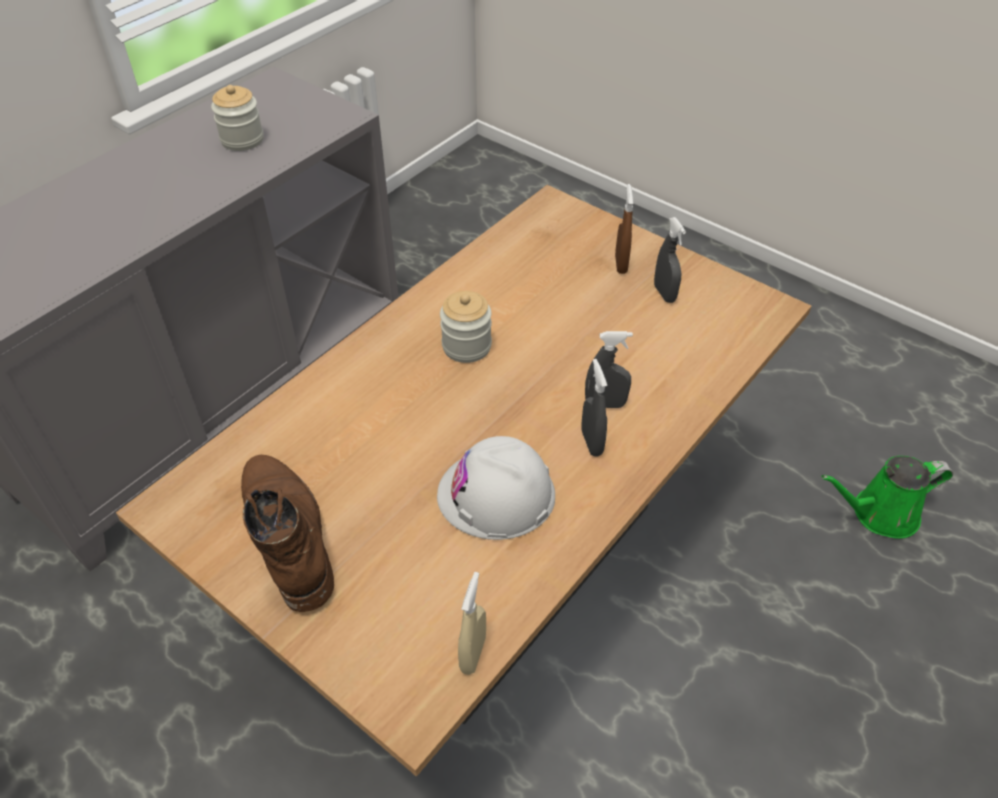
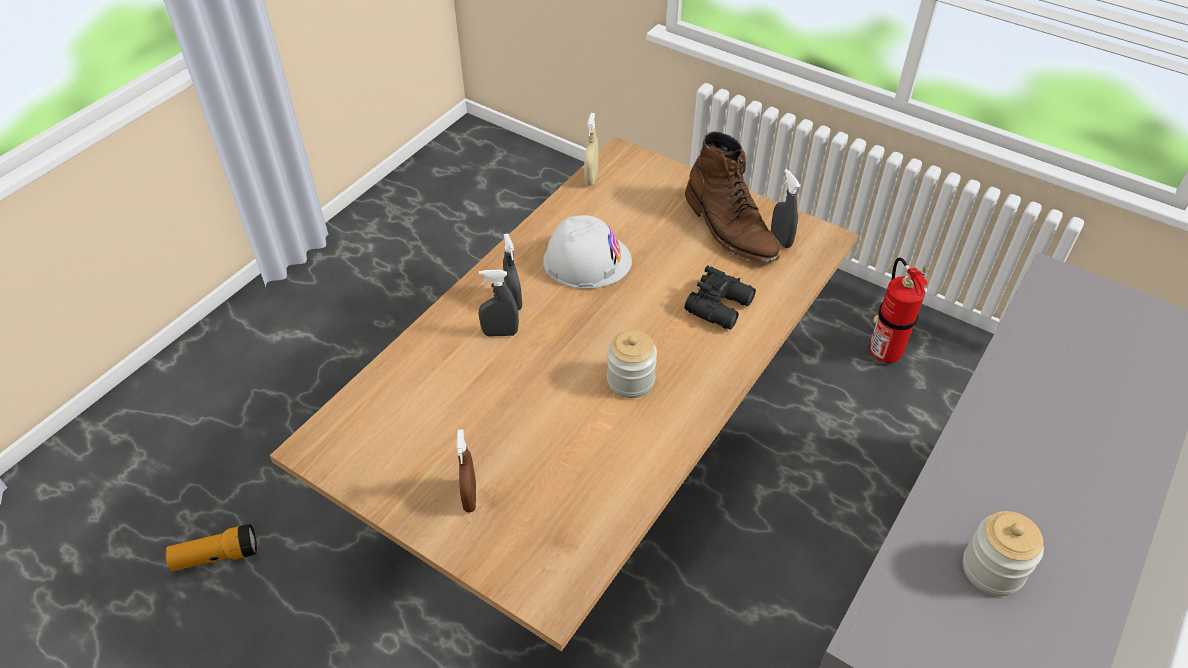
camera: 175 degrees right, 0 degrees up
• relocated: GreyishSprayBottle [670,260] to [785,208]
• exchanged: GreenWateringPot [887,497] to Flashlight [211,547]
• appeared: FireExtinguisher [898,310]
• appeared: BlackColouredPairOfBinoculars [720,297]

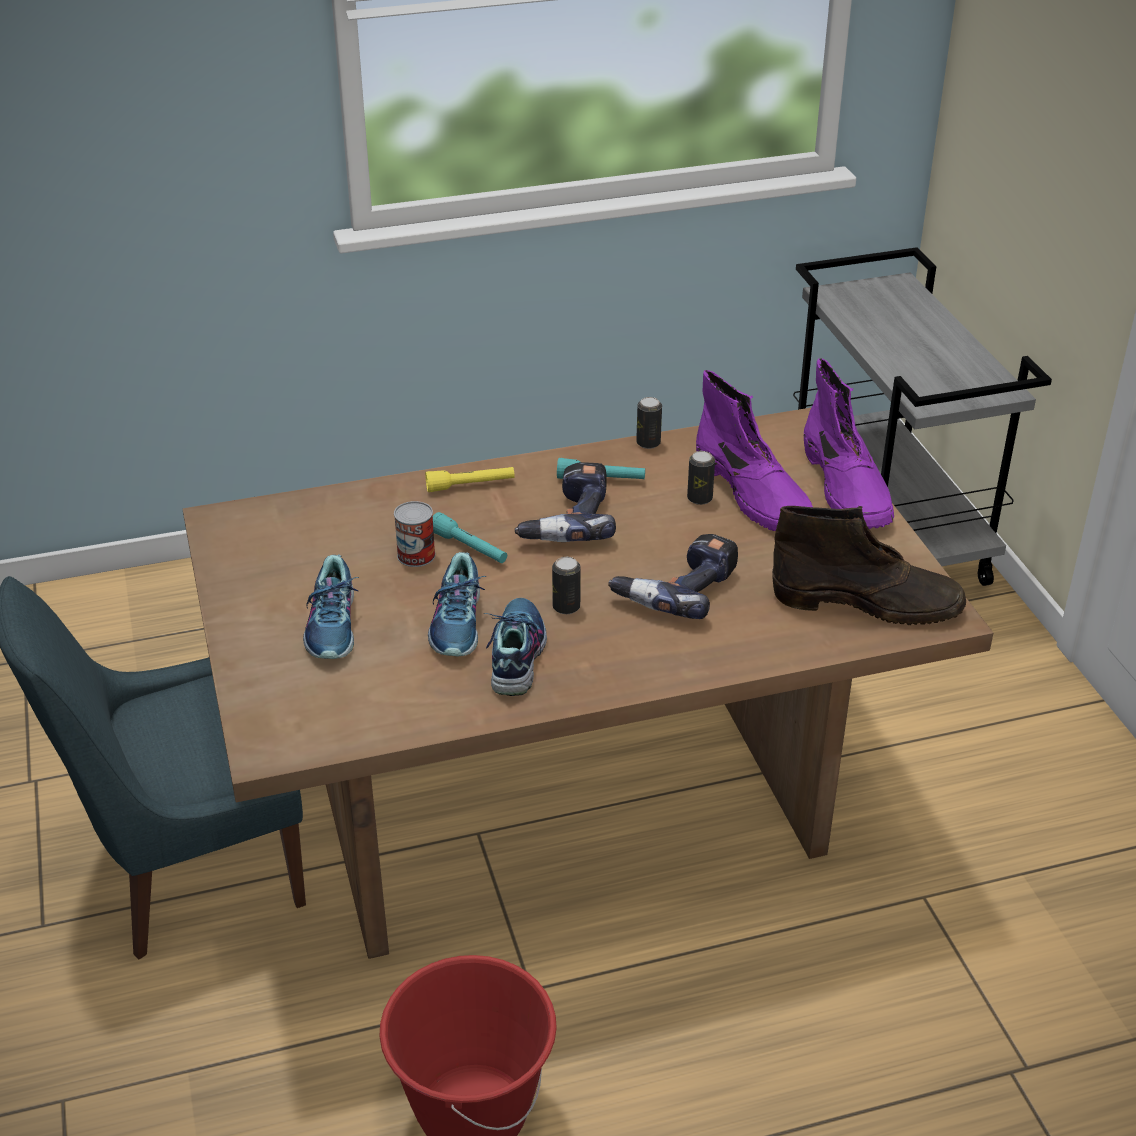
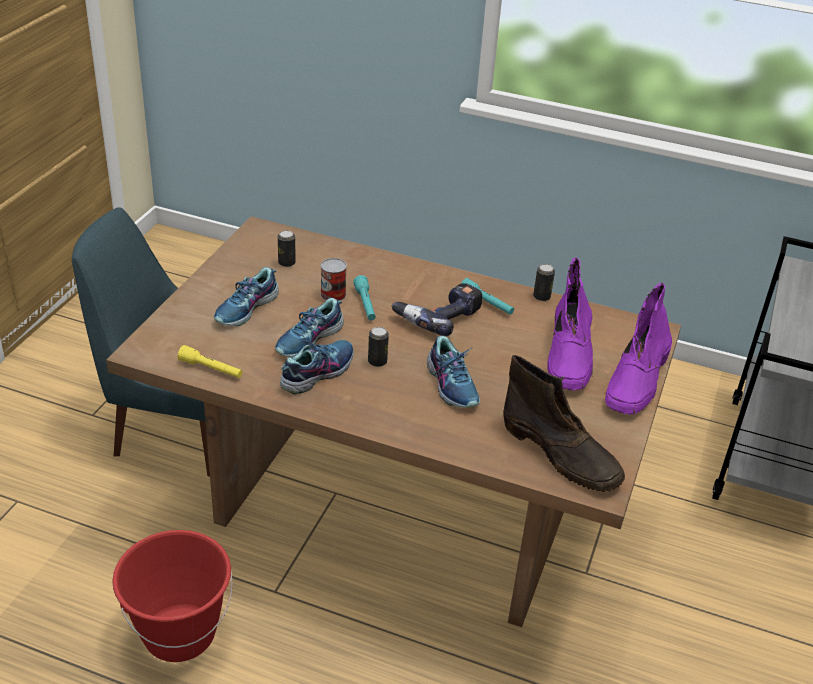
camera: 35 degrees right, 0 degrees up
• relocated: MetalCan [701,478] to [287,248]
• relocated: YellowishFlashlight [470,479] to [210,361]
• exchanged: Drill [673,576] to ItemOfFootwear [453,371]

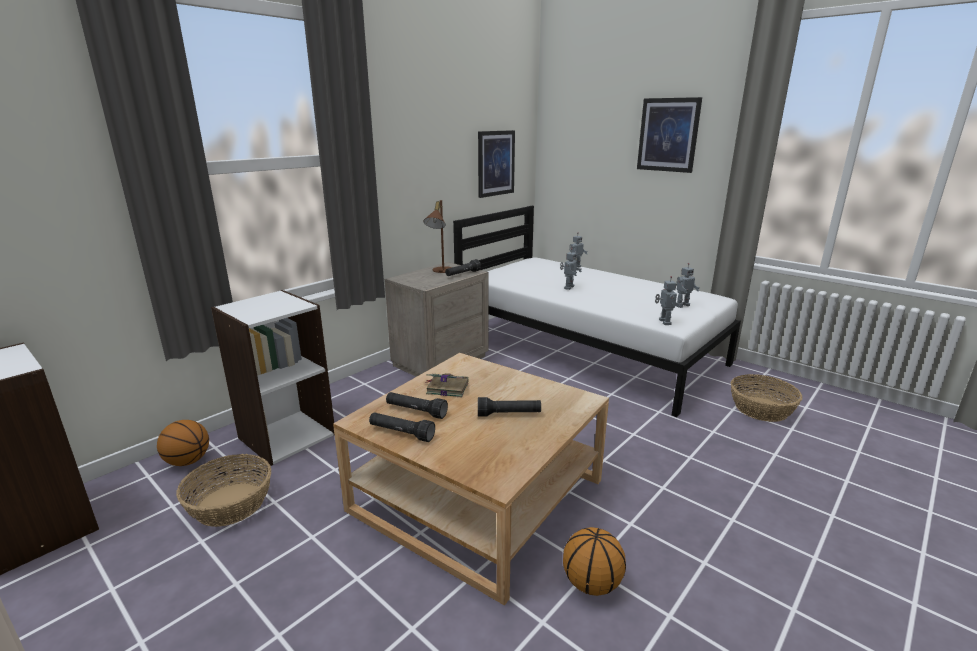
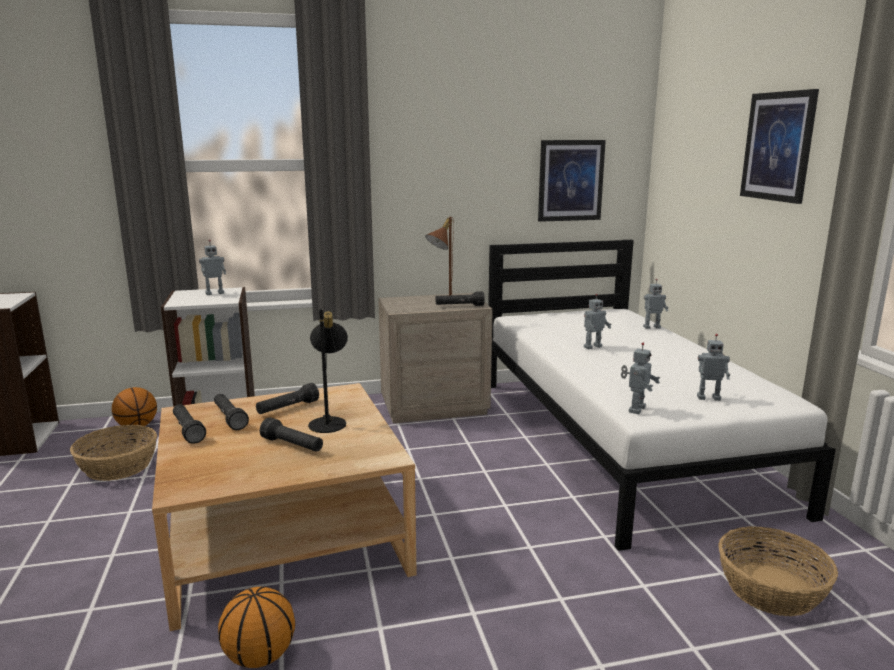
camera: 35 degrees right, 5 degrees down
• exchanged: Book [447,385] to BlackColouredFlashlight [287,398]
• appeared: ToyRobot [212,267]
• appeared: BlackColouredLampForATable [328,371]

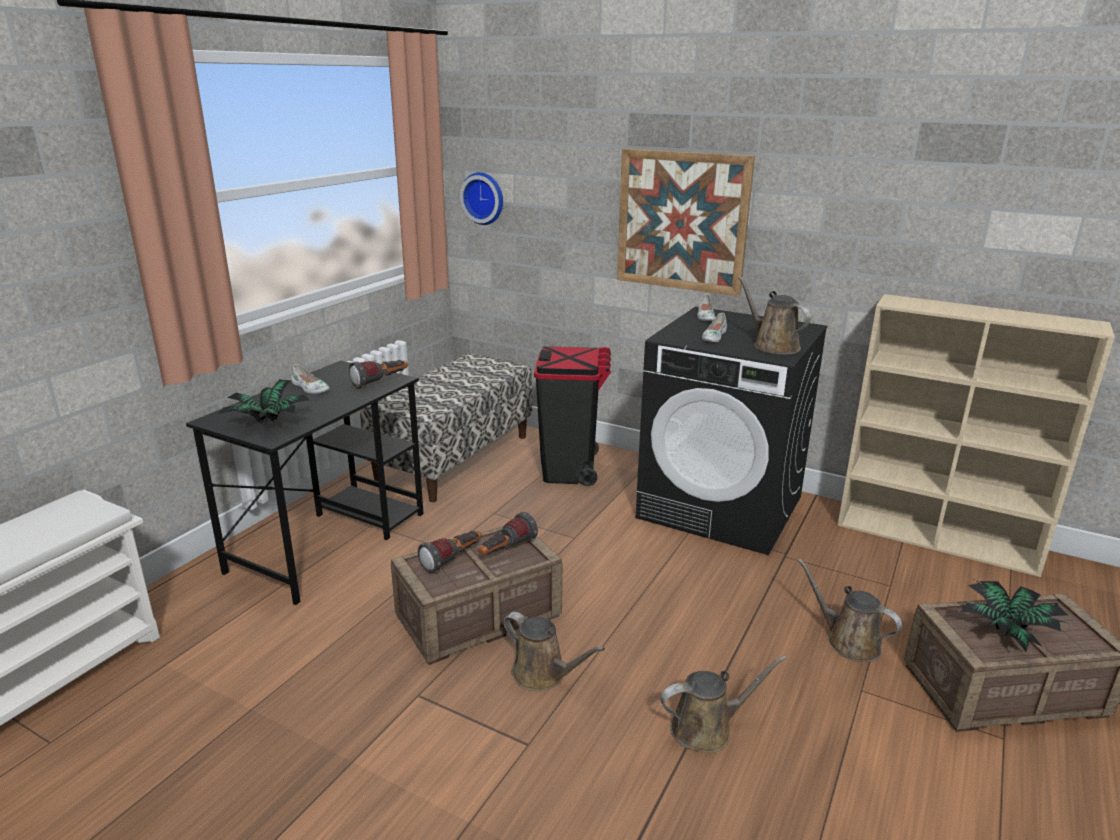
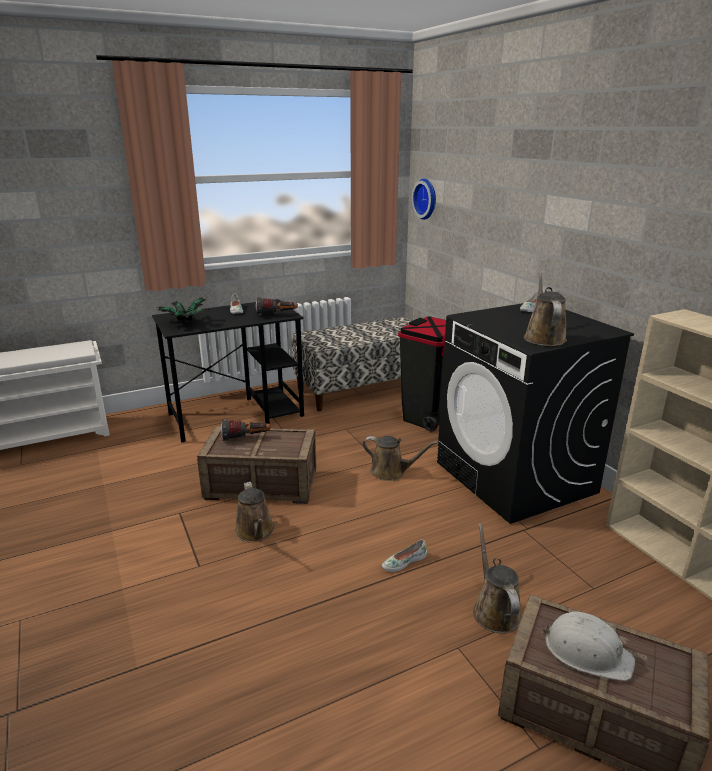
camera: 35 degrees right, 0 degrees up
• missing: WallArt [686,222]
• relocated: WhitishItemOfFootwear [714,327] to [404,555]
• missing: Flashlight [508,533]
• exchanged: PlantInAPot [1014,616] to WhitishHardHat [588,646]
• relocated: BrownColouredWateringPot [723,704] to [400,458]

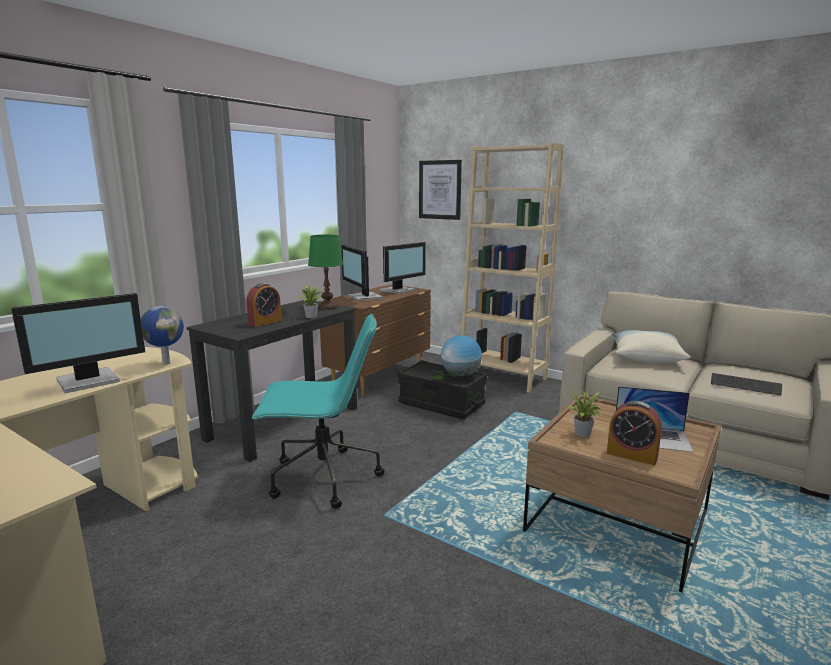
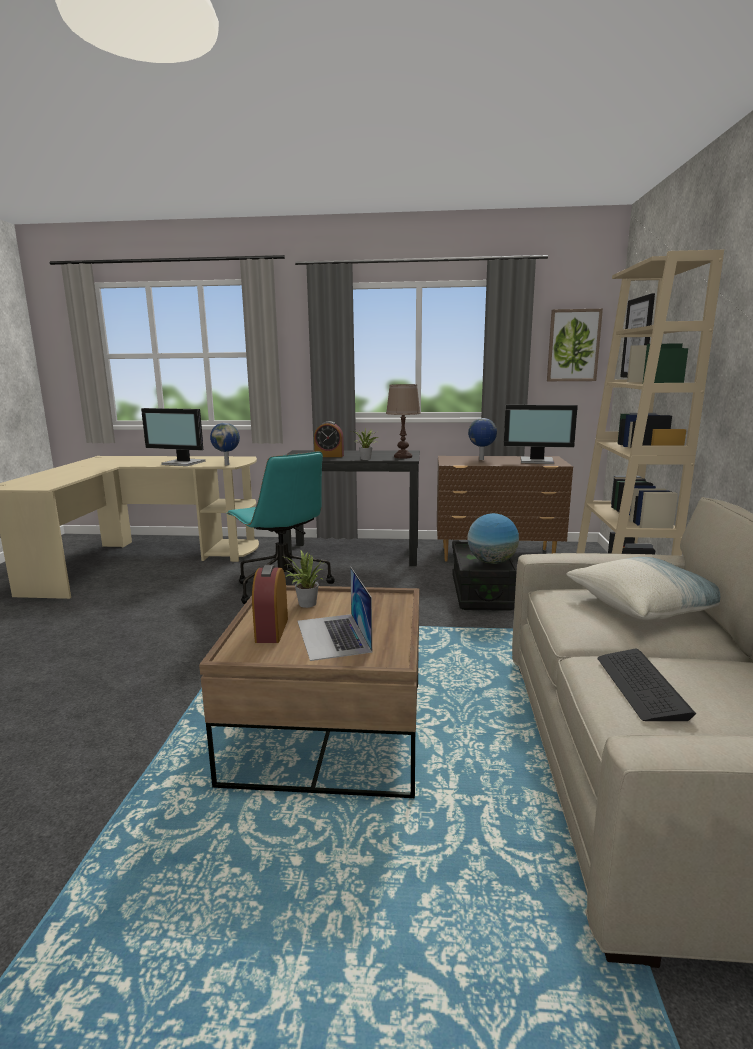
camera: 60 degrees right, 0 degrees up
• colour: GreenLampForATable [325,272] to BrownColouredLampForATable [403,421]
• exchanged: ComputerScreen [362,273] to DeskGlobe [482,439]
• appeared: WallArt [575,345]

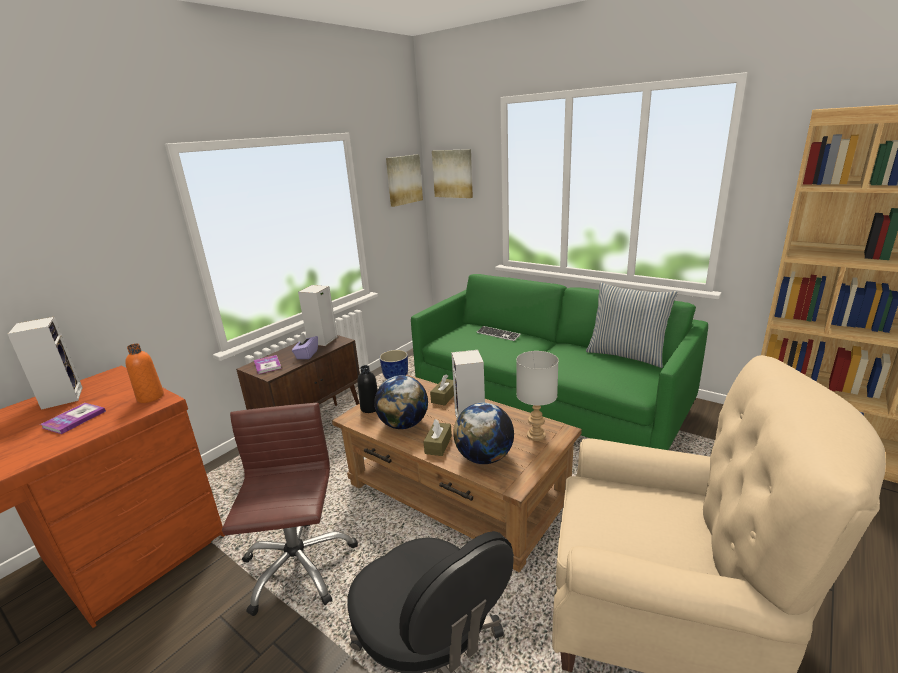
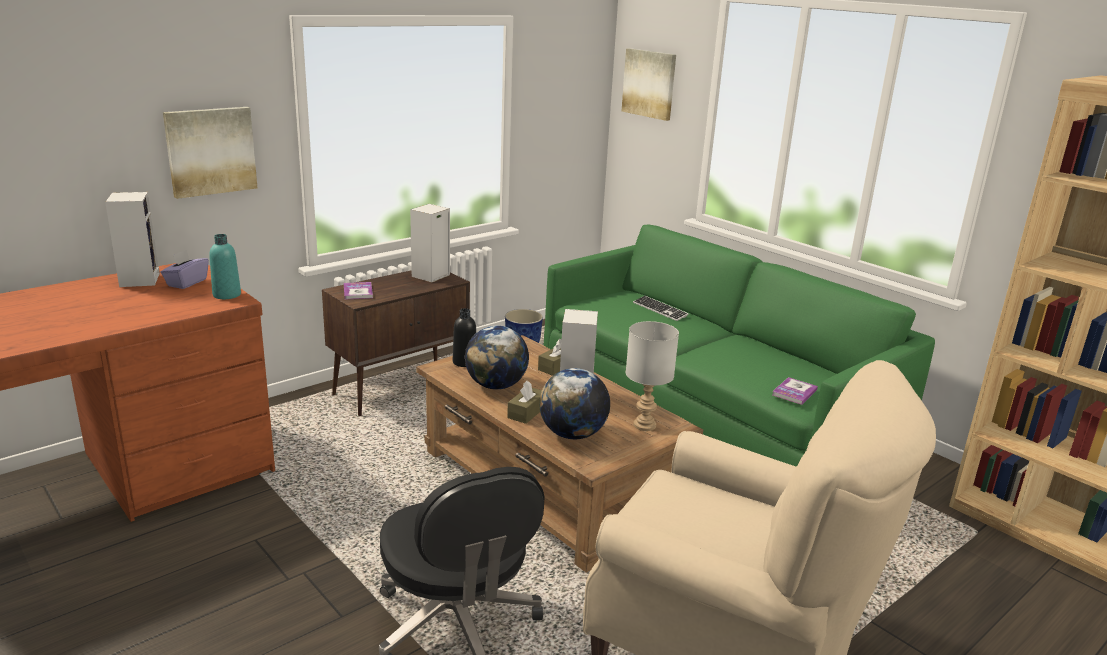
camera: 10 degrees right, 0 degrees up
• relocated: WallArt [404,180] to [210,153]
• missing: ThrowPillow [632,325]
• relocated: PurpleColouredTissueBox [305,346] to [185,269]
• colour: OrangeyBottle [144,373] to TurquoiseColouredBottle [225,266]
• relocated: Book [73,418] to [795,391]
• missing: BrownColouredOfficeChair [290,509]

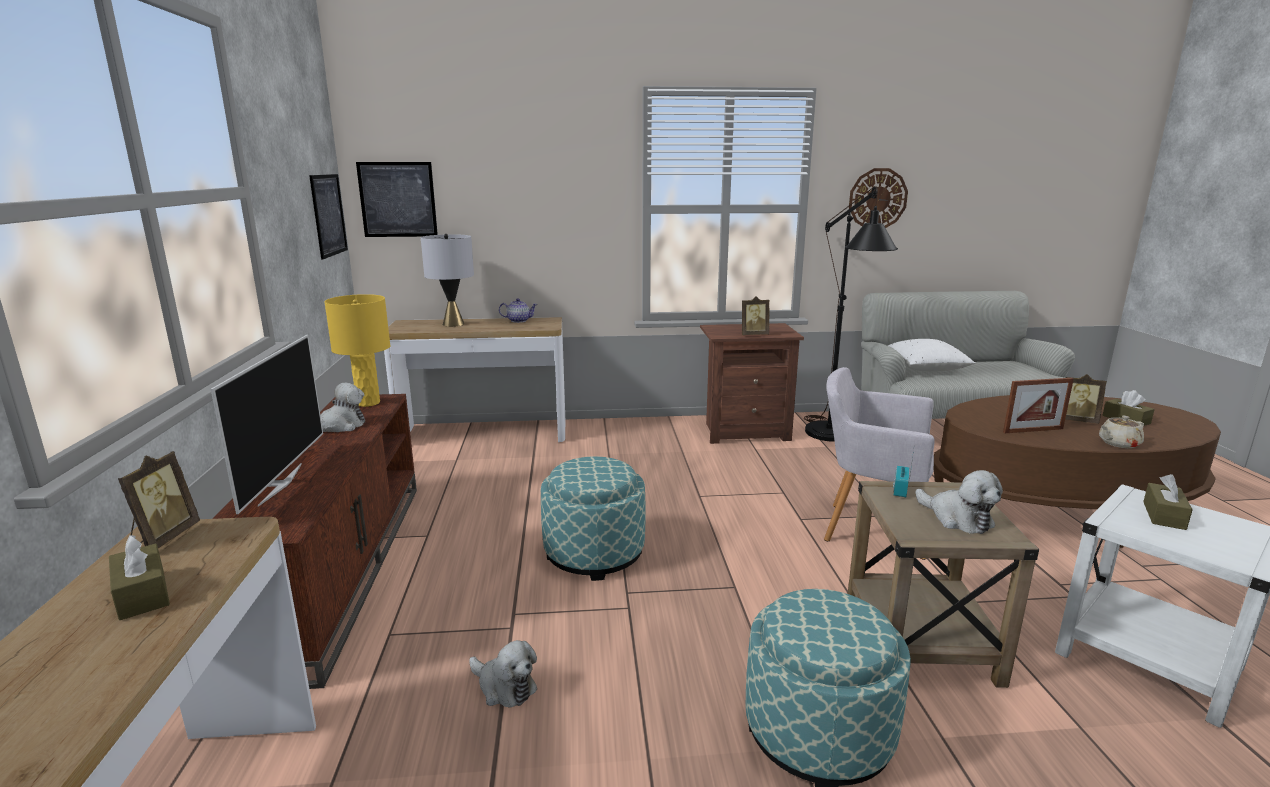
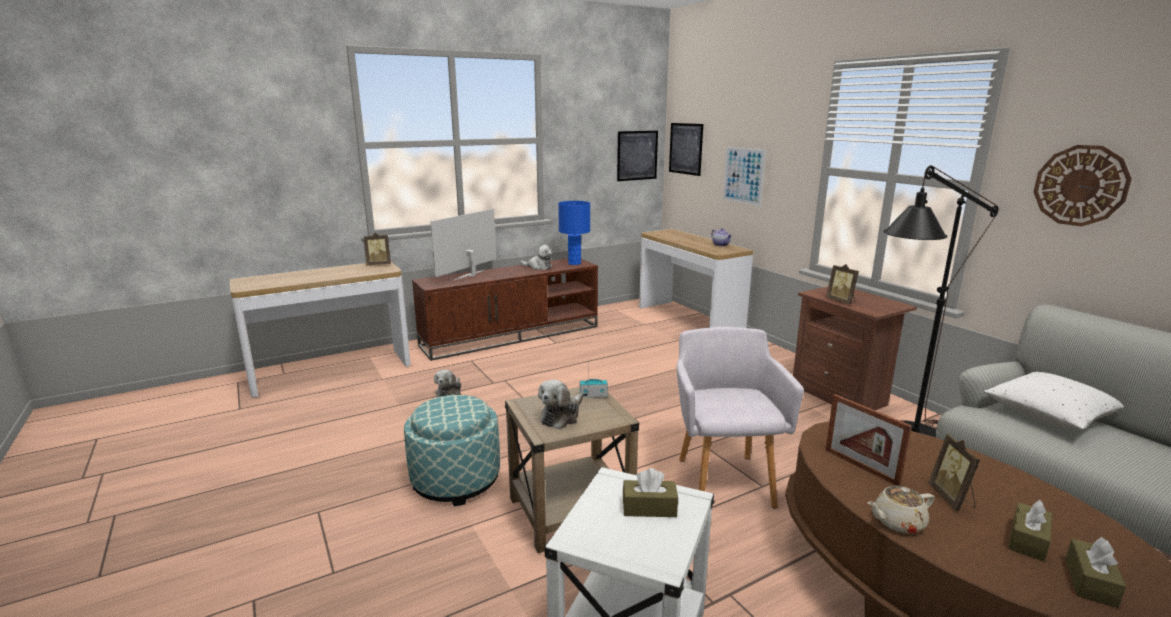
camera: 65 degrees right, 0 degrees up
• missing: GreyishLampForATable [447,280]
• colour: YellowishLampForATable [357,350] to BluishLampForATable [574,233]
• spun: Television [267,424] = [463,244] 150 degrees clockwise
• spun: BeigeColouredPotForTea [1121,432] = [900,509] 60 degrees counterclockwise
• missing: Ottoman [593,518]
• relocated: BrownColouredTissueBox [139,577] to [1095,572]
• appeared: WallArt [744,176]

